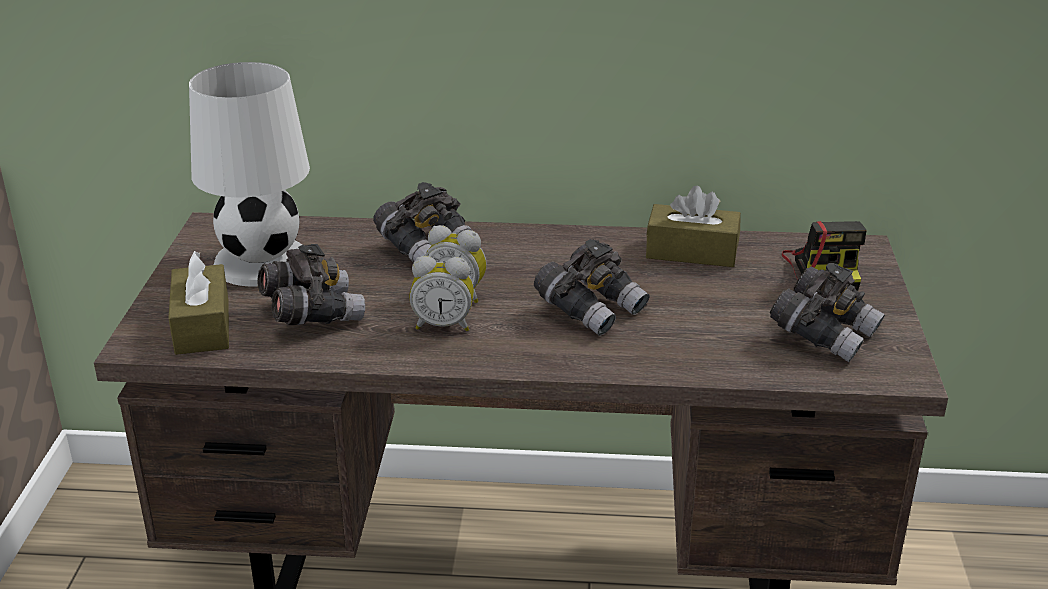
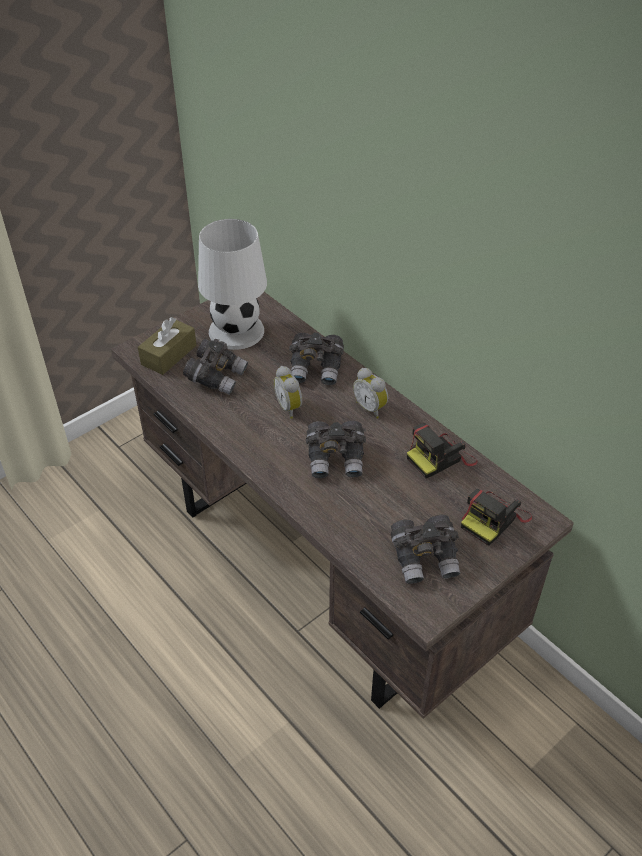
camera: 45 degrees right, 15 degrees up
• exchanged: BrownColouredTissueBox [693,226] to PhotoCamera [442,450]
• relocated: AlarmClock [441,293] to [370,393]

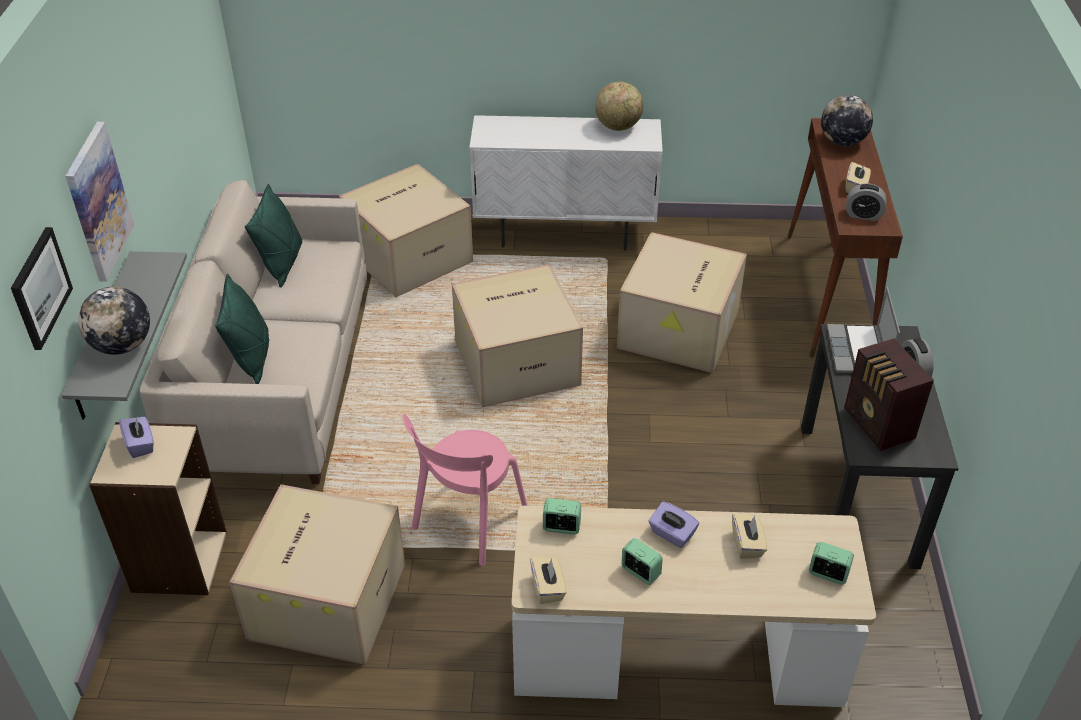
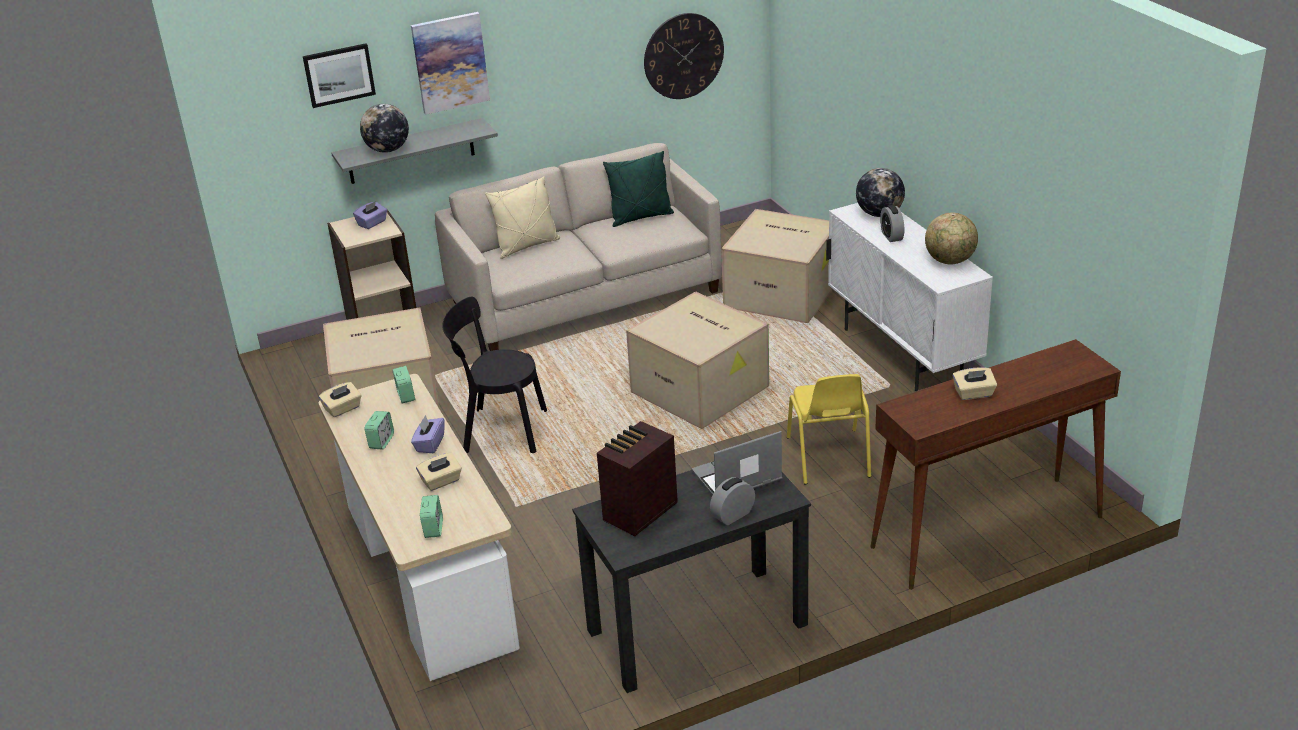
camera: 65 degrees right, 10 degrees down
• relocated: DeskGlobe [847,120] to [880,192]
• relocated: AlarmClock [866,202] to [892,223]
• exchanged: PackingBox [682,302] to YellowishUprightChair [829,429]
• colour: GreenThrowPillow [242,329] to BeigeColouredThrowPillow [522,217]
• colour: PinkUprightChair [465,489] to BlackColouredUprightChair [494,375]
• appeared: HangingClock [684,56]

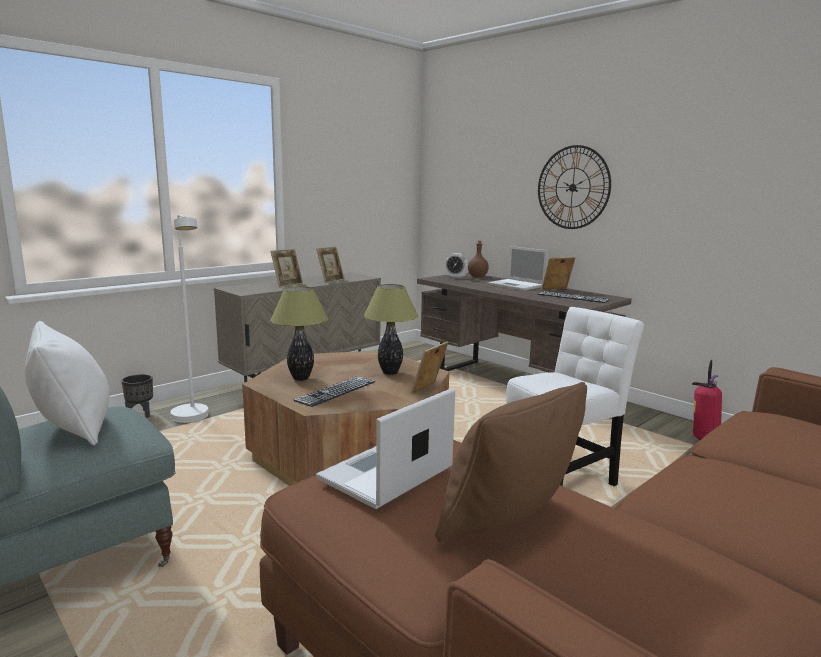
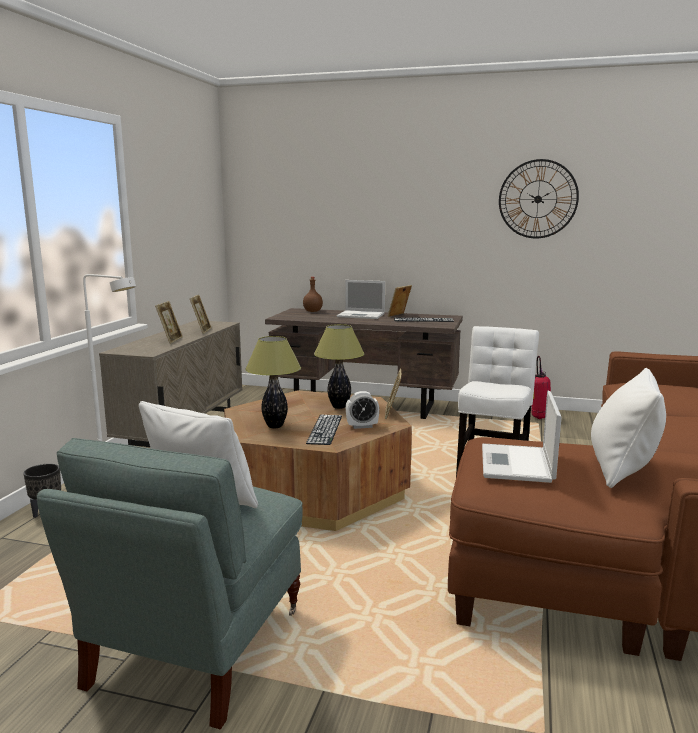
camera: 30 degrees left, 0 degrees up
• relocated: HangingClock [574,187] to [539,199]
• relocated: AlarmClock [456,266] to [362,410]
• colour: BrownColouredThrowPillow [511,462] to WhitishThrowPillow [628,428]

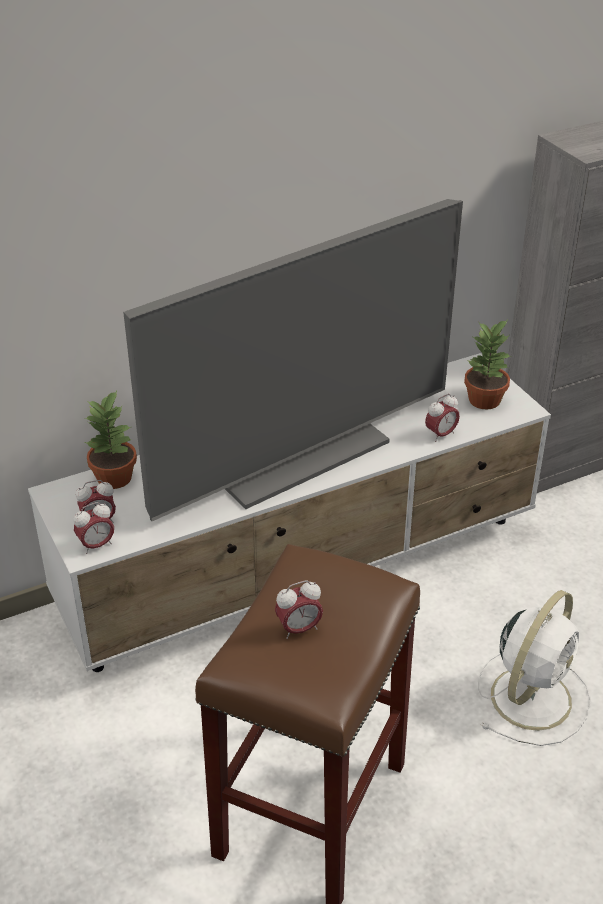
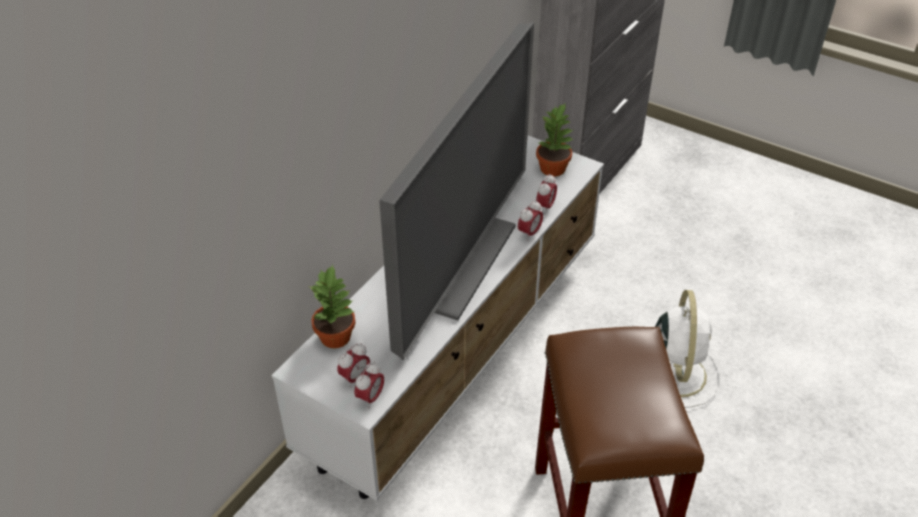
camera: 30 degrees left, 5 degrees up
• relocated: AlarmClock [299,609] to [530,219]

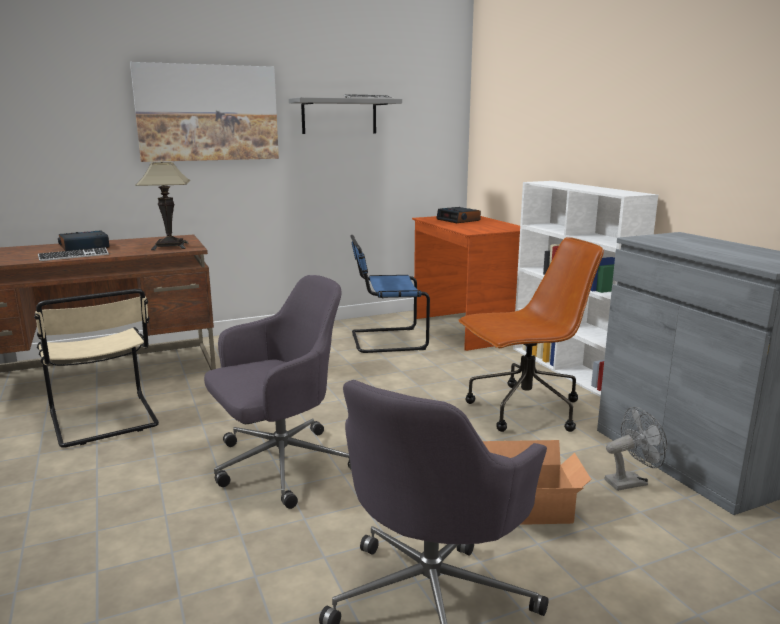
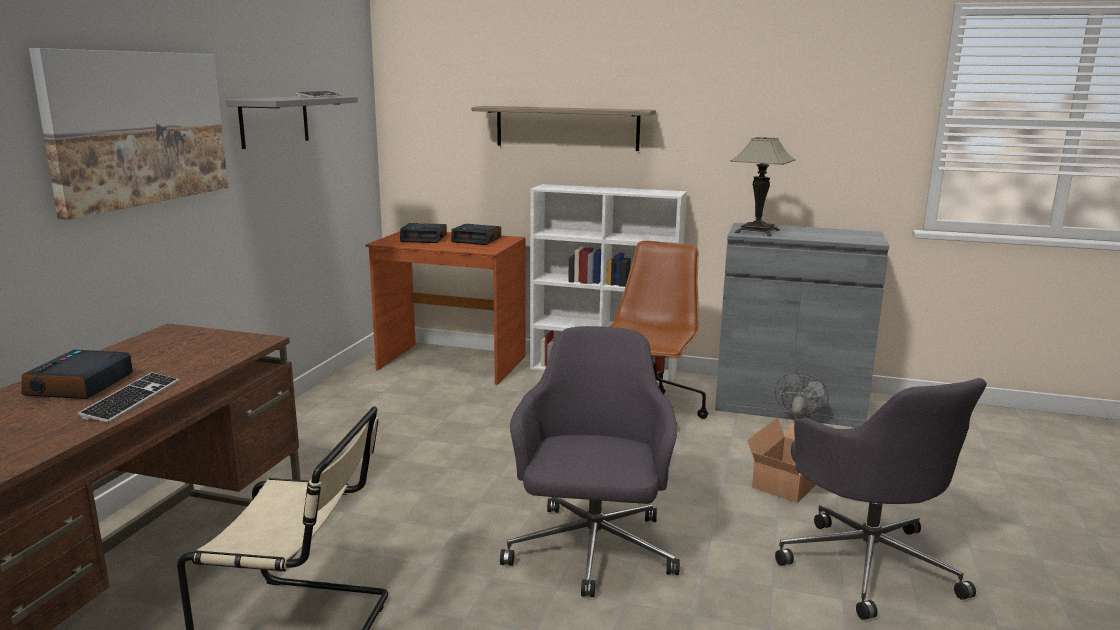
camera: 50 degrees left, 0 degrees up
• relocated: LampForATable [162,206] to [763,187]
• missing: BluishUprightChair [390,294]
• appeared: Shelf [564,128]
• appeared: AlarmClock [476,234]

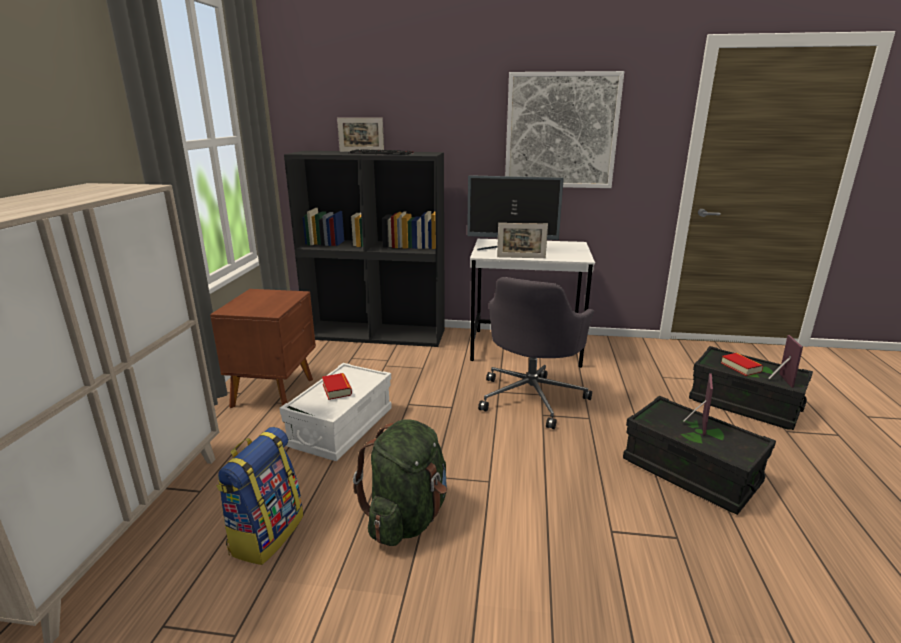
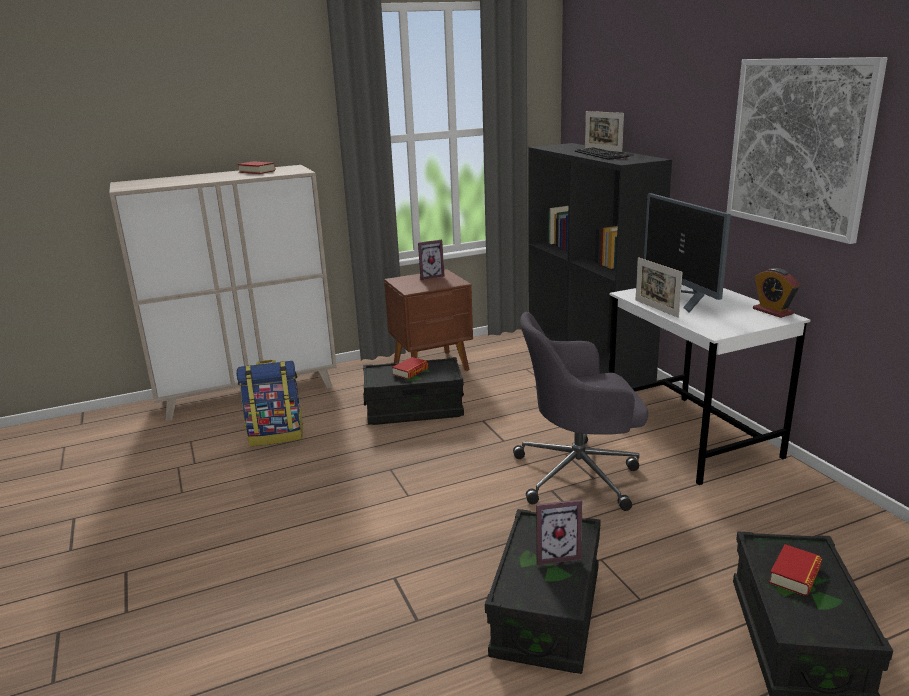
camera: 60 degrees right, 0 degrees up
• relocated: StandingFrame [785,361] to [431,259]
• colour: WhitishStorageBin [336,412] to BlackColouredStorageBin [413,391]
• missing: GreenBackpack [400,482]
• appeared: Book [257,167]
• appeared: AlarmClock [776,293]

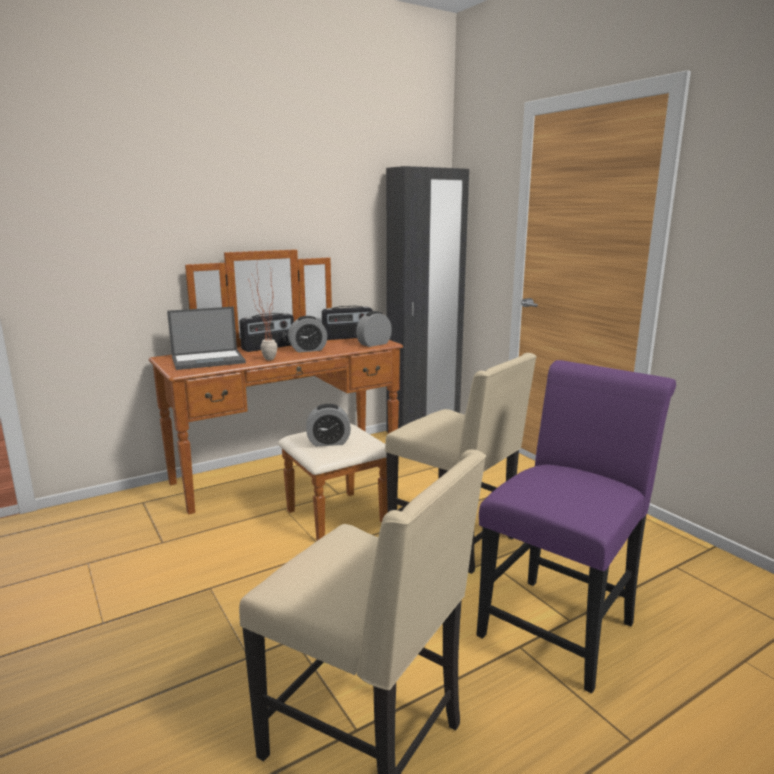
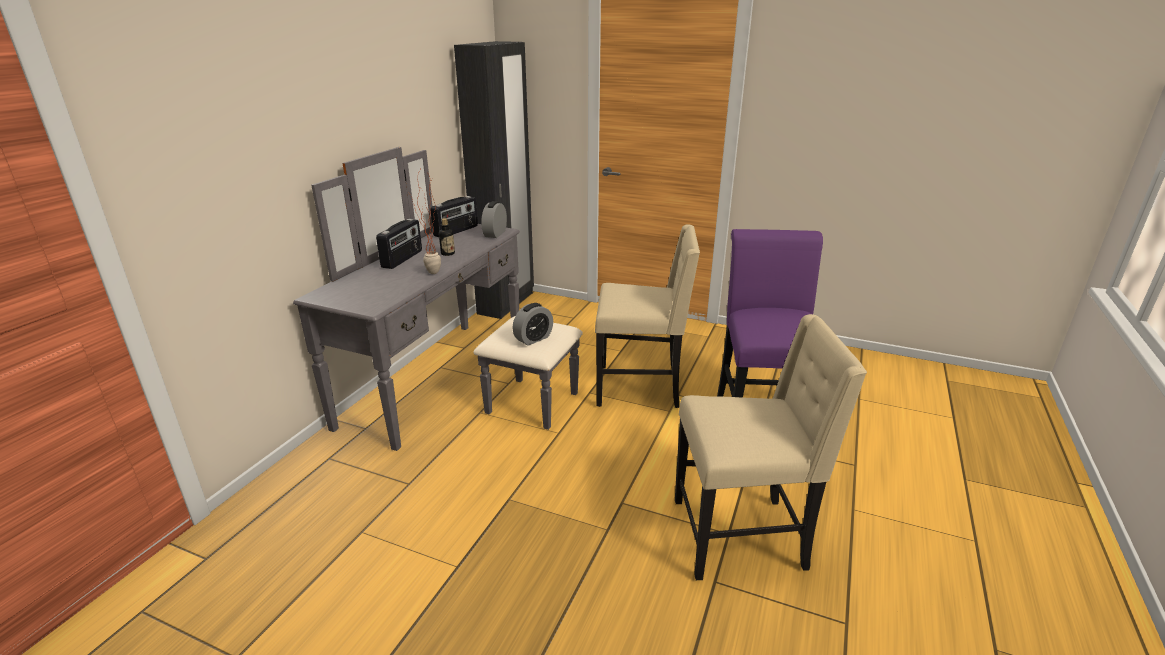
camera: 35 degrees left, 10 degrees up
• colour: BrownColouredDrawerChest [276,395] to GreyishDrawerChest [438,299]
• missing: Laptop [206,338]
• exchanged: AlarmClock [307,334] to Bottle [447,237]

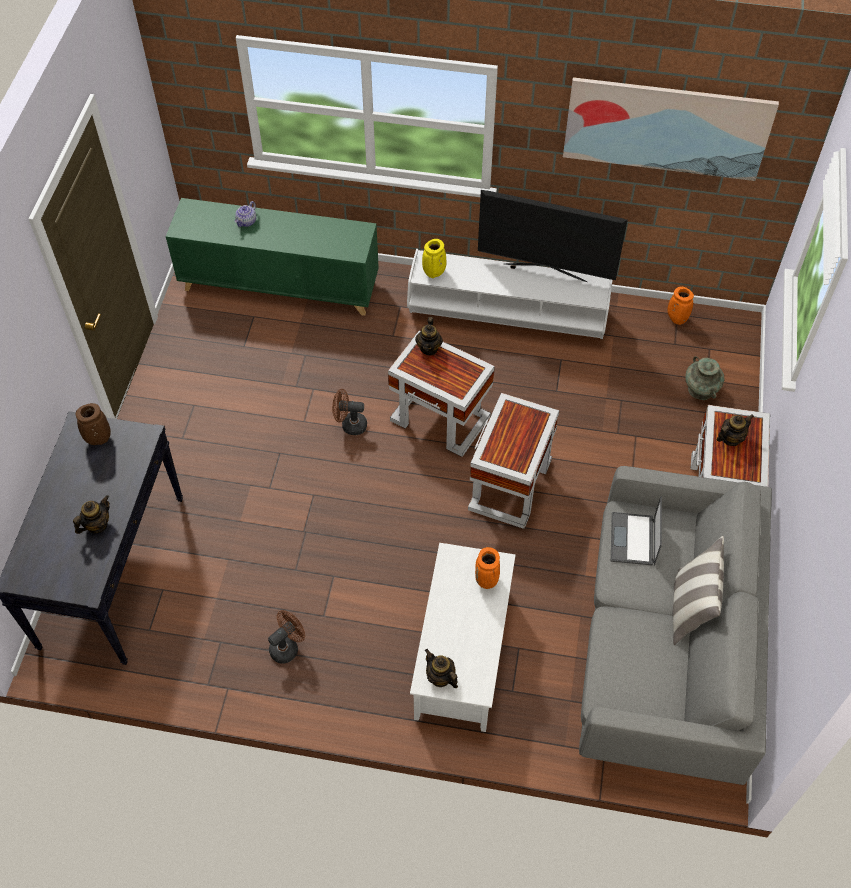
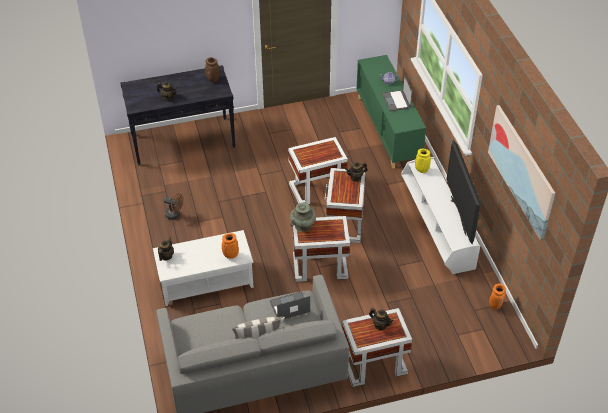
camera: 65 degrees right, 10 degrees down
• relocated: TurquoiseColouredDecorativeVase [705,378] to [303,217]
• exchanged: BrownColouredElectricFan [349,412] to WhitishSideTable [318,170]
• appeared: Laptop [397,93]

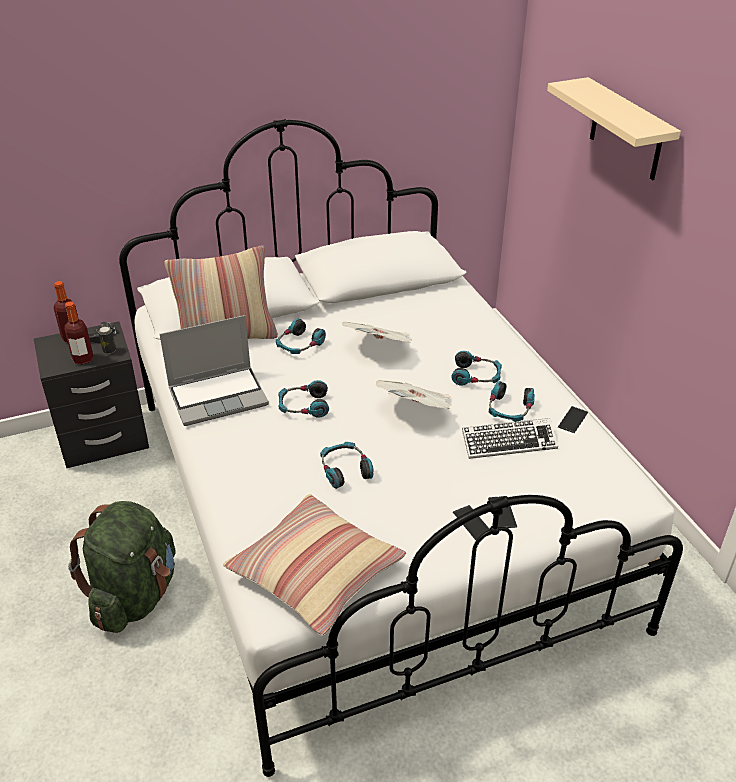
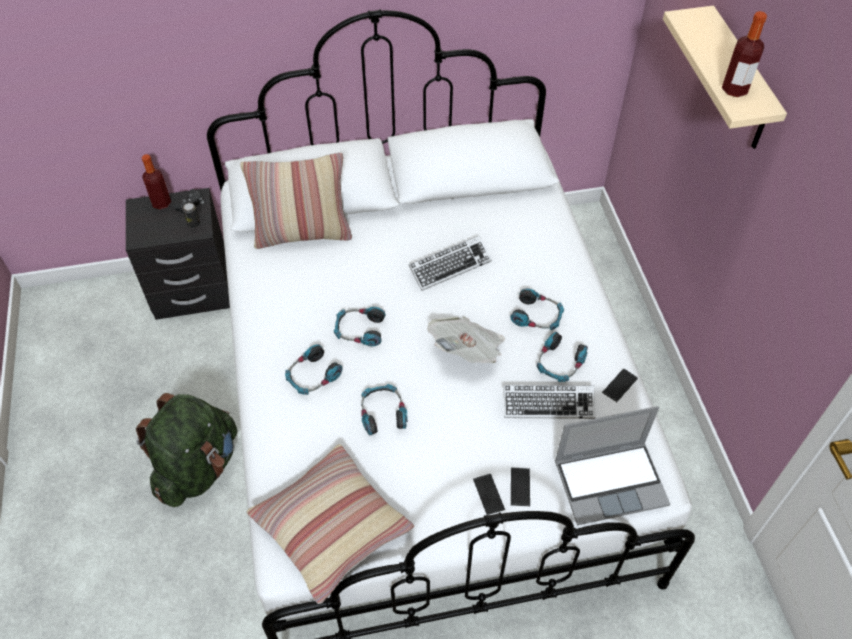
camera: 10 degrees right, 15 degrees up
• relocated: Bottle [79,333] to [744,54]
• relocated: Laptop [214,370] to [612,465]
• relocated: Headphones [301,336] to [314,369]
• exchanged: DailyPaper [377,332] to Keyboard [450,263]

